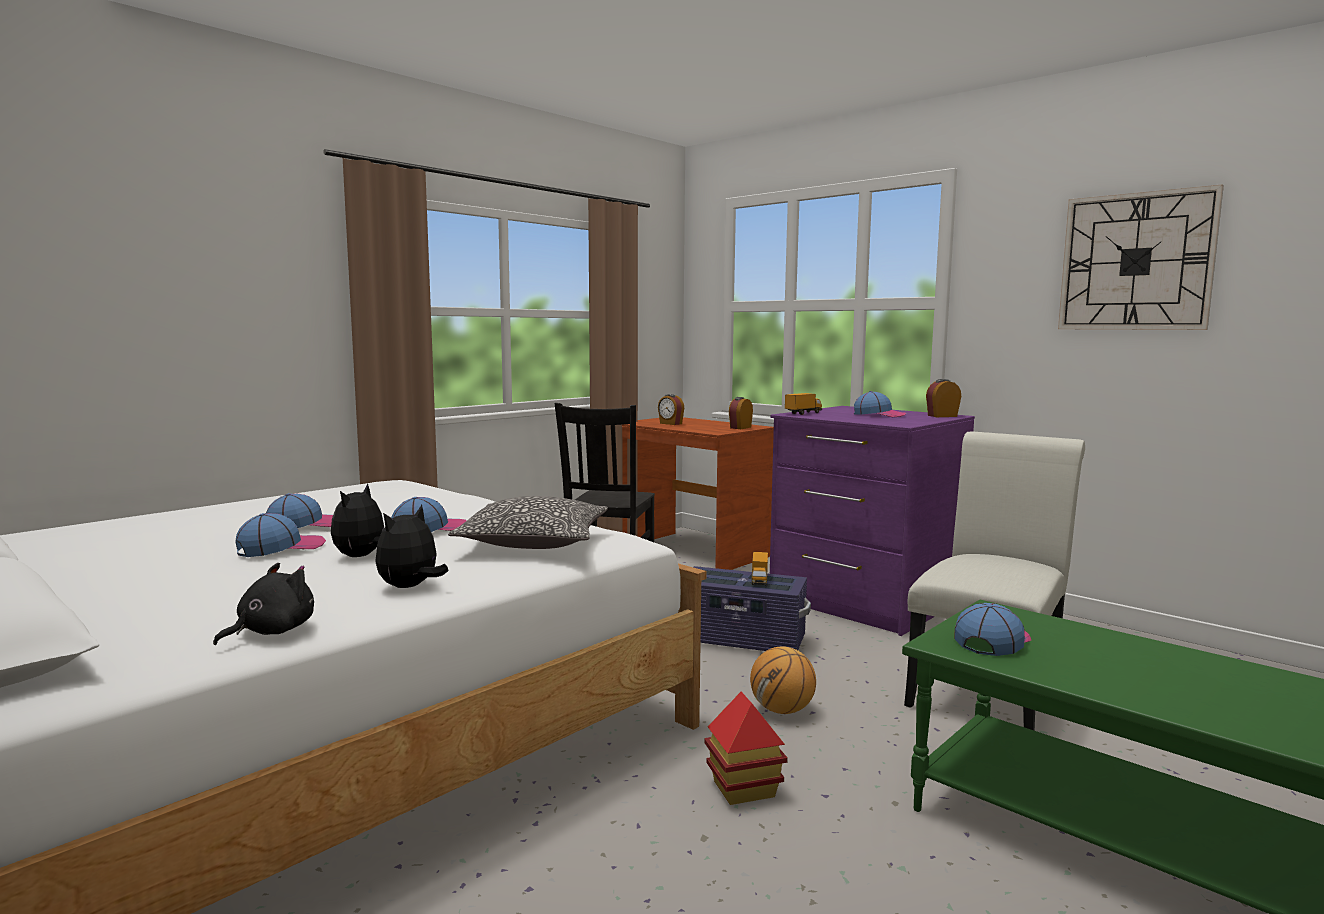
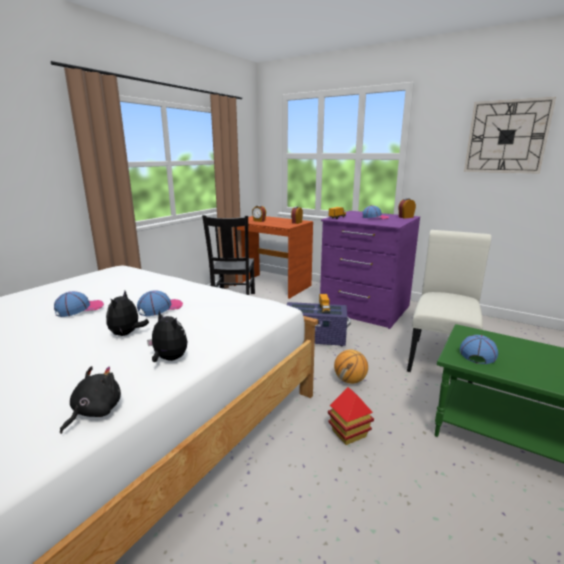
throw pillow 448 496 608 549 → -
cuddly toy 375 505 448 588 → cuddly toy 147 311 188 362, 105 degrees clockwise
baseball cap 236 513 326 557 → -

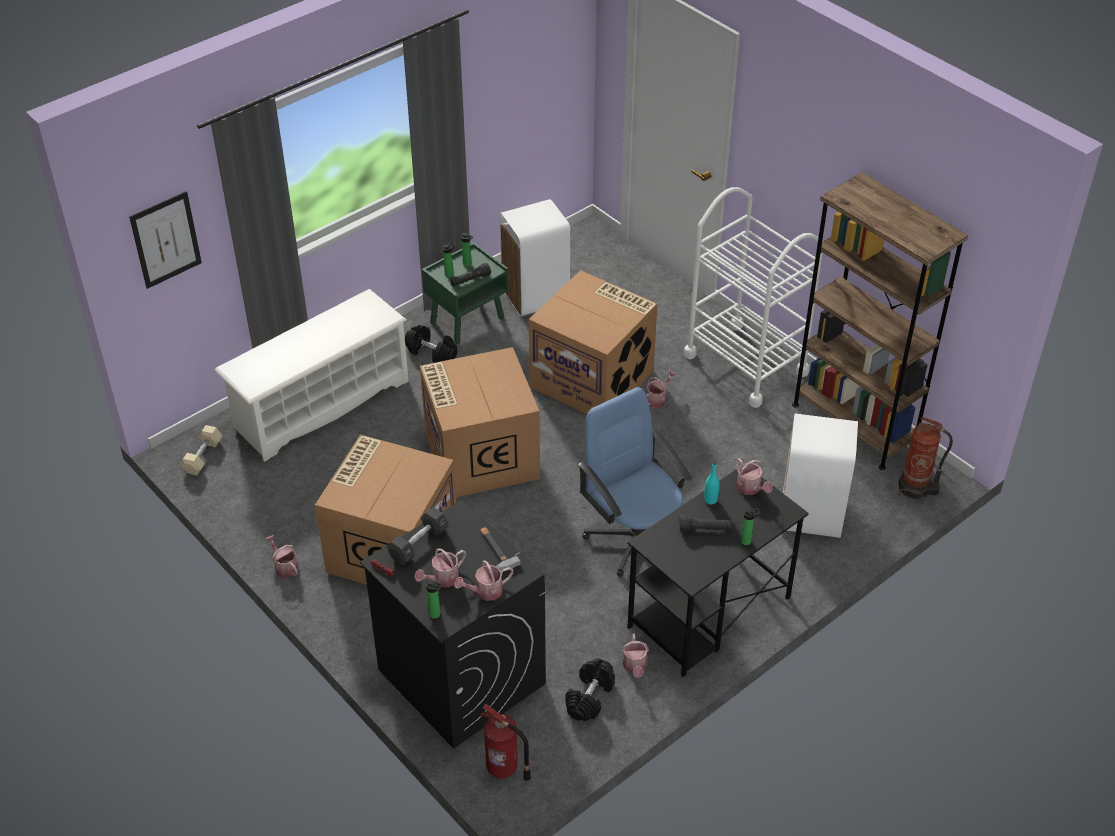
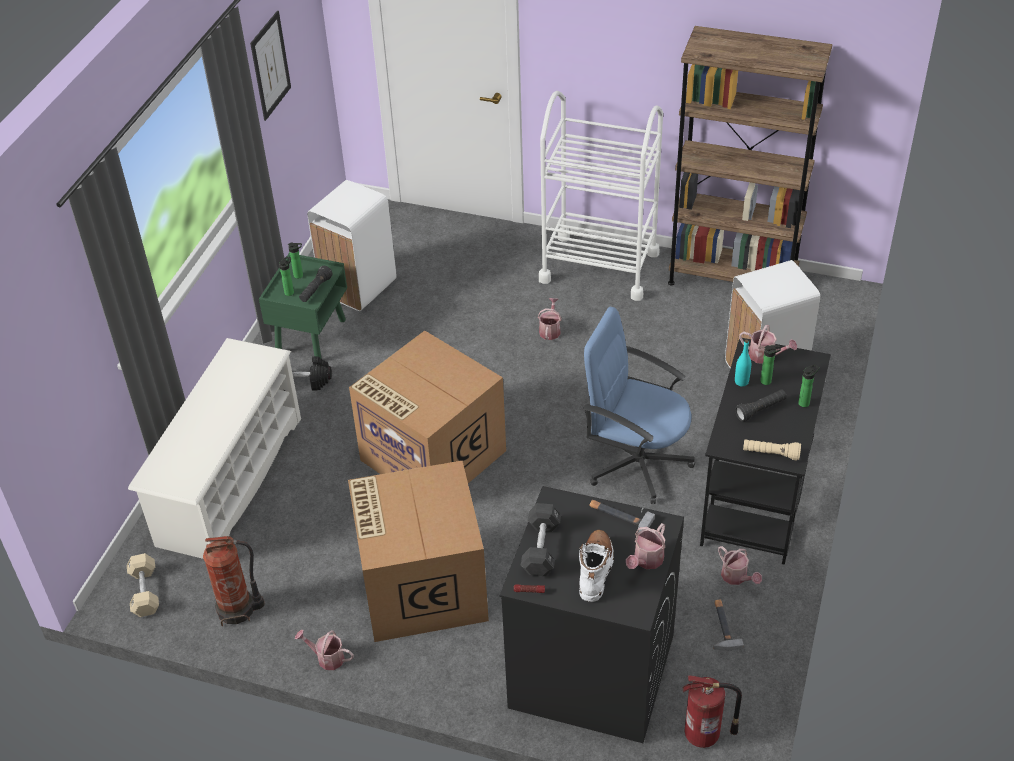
wall picture 129 191 202 289 → wall picture 250 11 291 121, moved
packing box 529 270 658 414 → -
fire extinguisher 899 417 953 500 → fire extinguisher 203 536 265 626, moved
watering can 414 549 466 588 → white tall boot 579 530 614 602
bottle 426 579 442 619 → bottle 760 345 781 385, moved
black-coloured hand weight 565 658 615 721 → tool hammer 713 600 744 651
- → beige flashlight 743 439 801 461

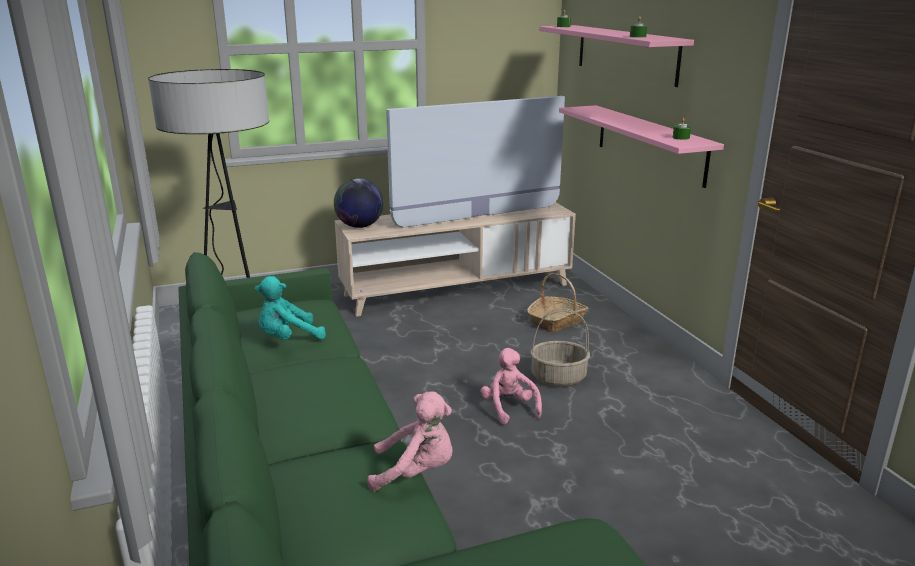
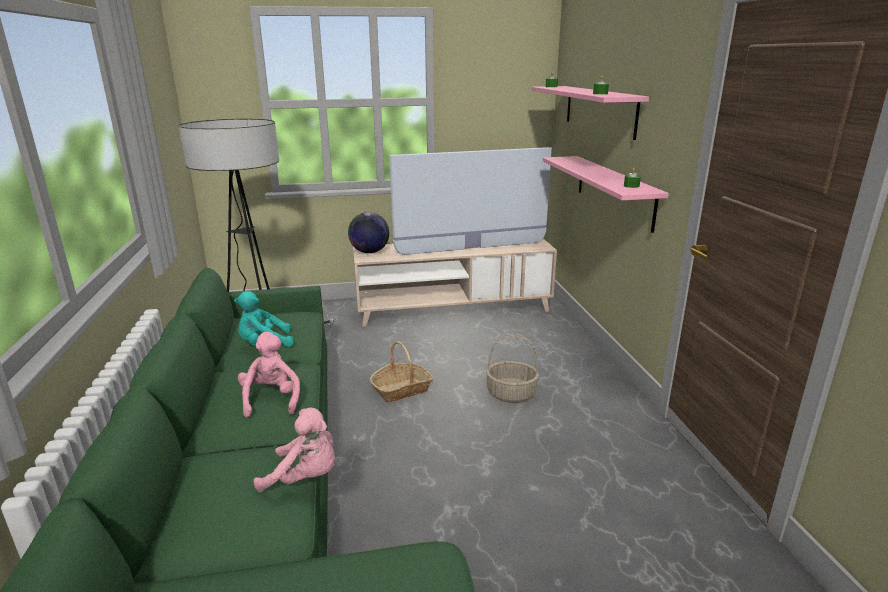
household basket 527 273 589 332 → household basket 370 341 433 402, moved
pink-coloured cuddly toy 480 348 542 424 → pink-coloured cuddly toy 238 332 300 417, moved

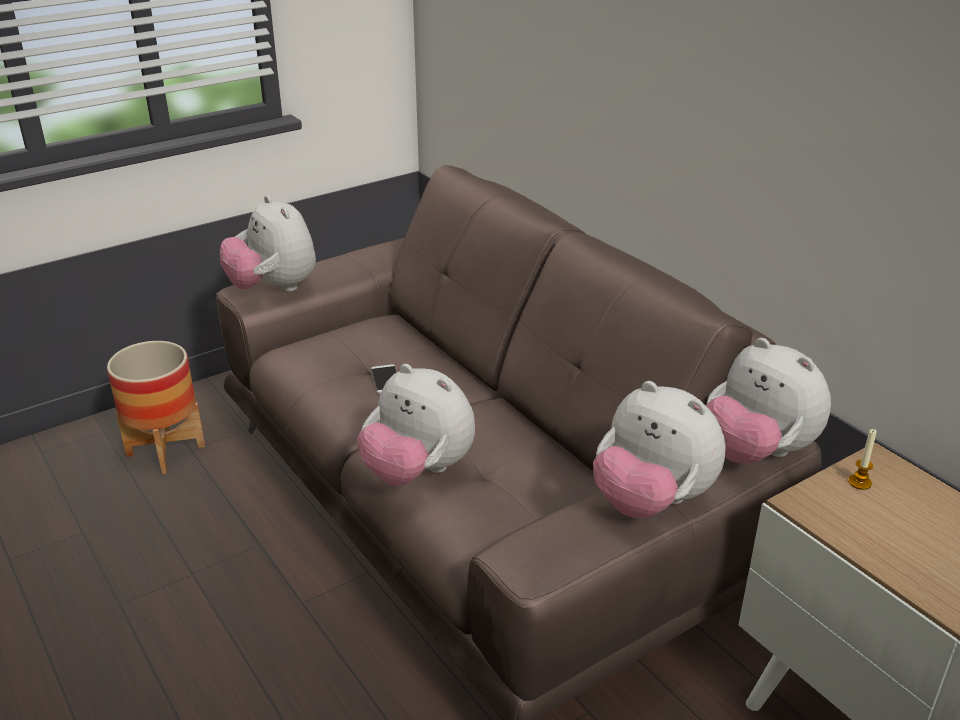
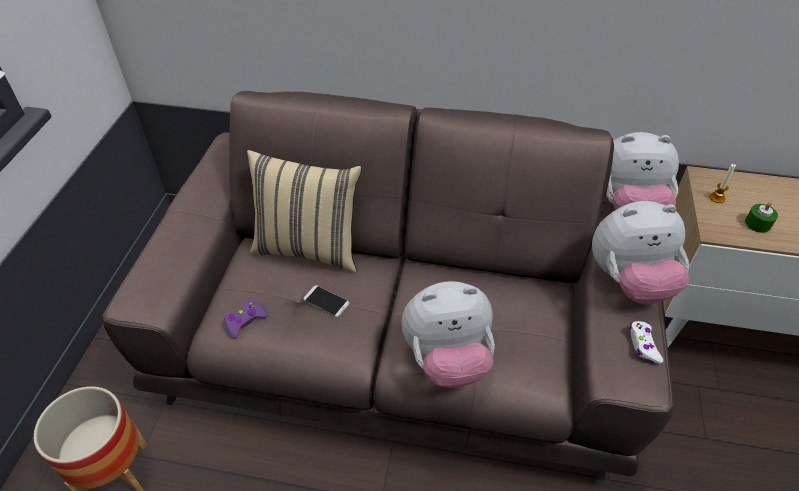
cuddly toy 220 195 316 292 → -
- → beige throw pillow 247 150 361 273
- → greenish wax candle 745 202 778 233
- → purple-coloured game controller 224 300 268 338
- → white game controller 630 321 663 364

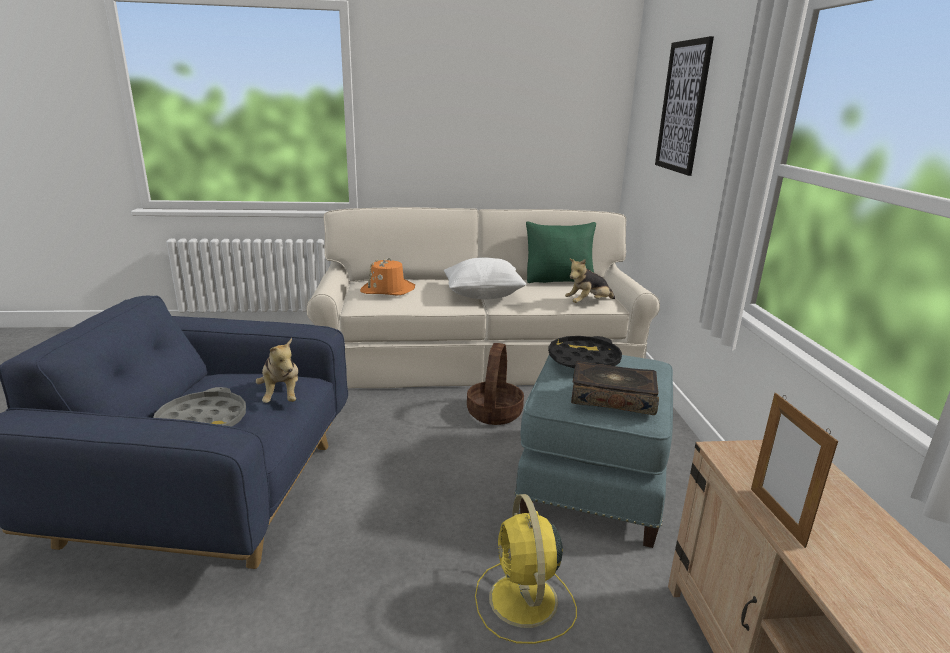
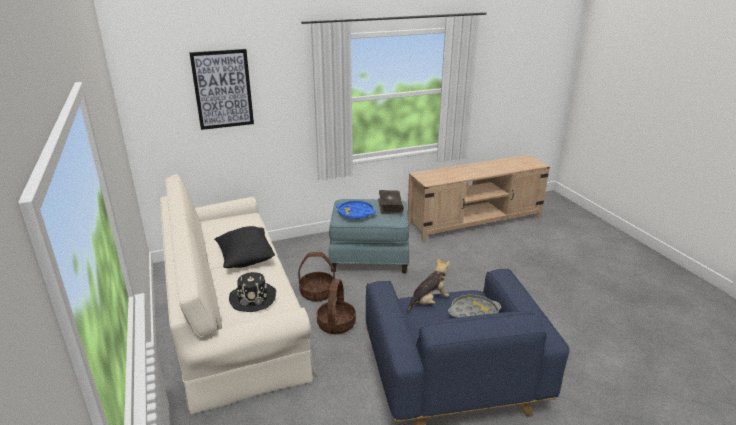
greenish throw pillow 526 222 596 283 → -
orangey hat 360 257 415 296 → black-coloured hat 229 272 276 312
white throw pillow 444 257 526 299 → black-coloured throw pillow 214 226 275 268
cuddly toy 565 259 615 303 → -
black-coloured serving tray 548 336 622 368 → blue serving tray 336 201 376 220
picture frame 751 393 838 548 → -
yellowish electric fan 475 494 577 644 → -
- → household basket 317 279 356 334

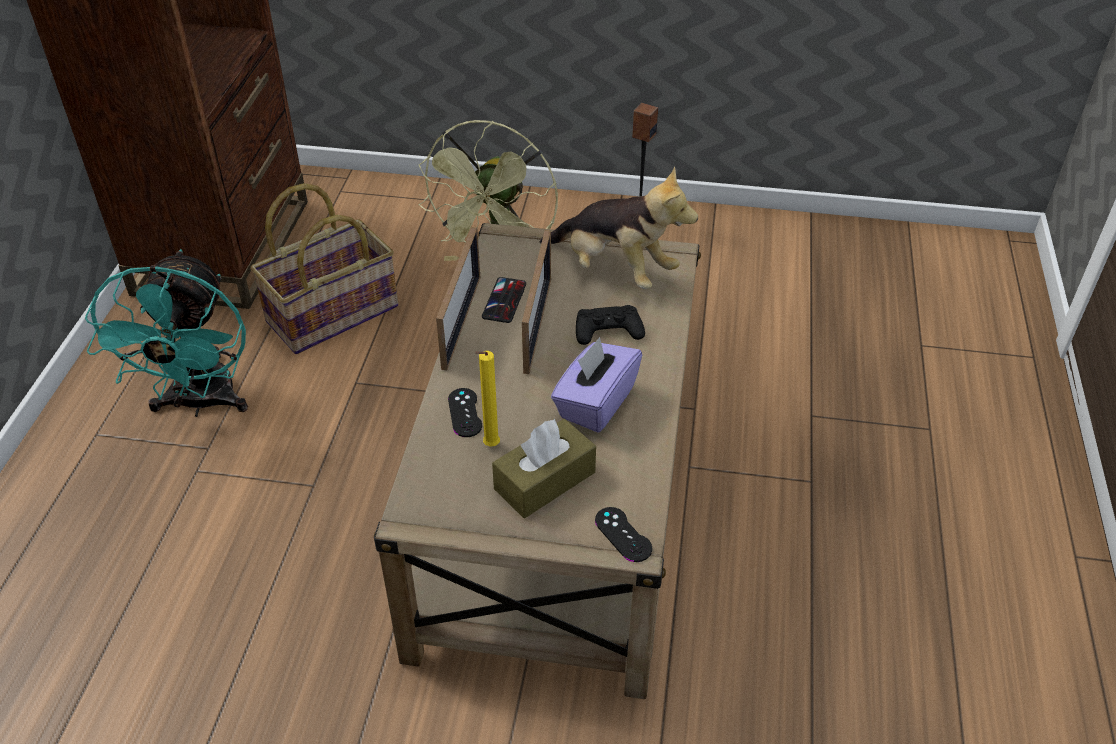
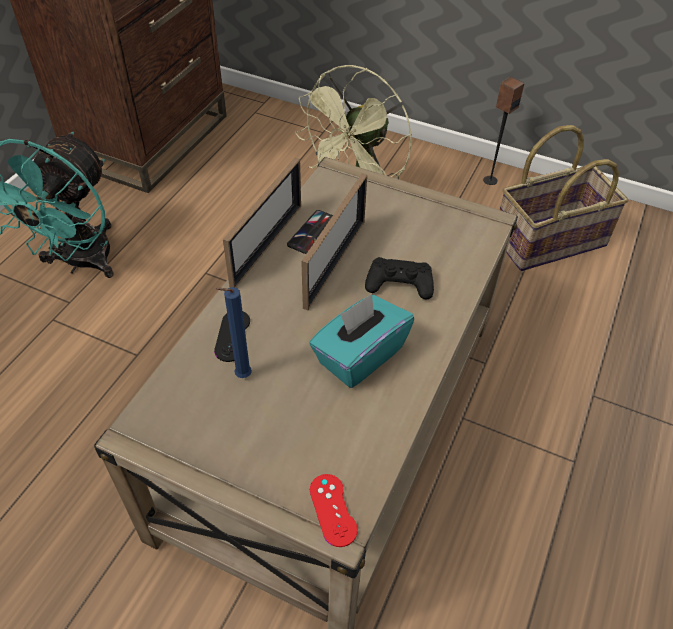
cuddly toy 540 166 698 289 → -
household basket 250 183 398 354 → household basket 499 125 628 271, moved
purple-coloured tissue holder 551 337 642 433 → turquoise tissue holder 309 293 414 388
yellowish wax candle 475 351 500 446 → blue wax candle 216 287 252 378
brown tissue holder 492 418 596 518 → -
black-coloured game controller 595 507 652 562 → reddish game controller 310 474 358 547

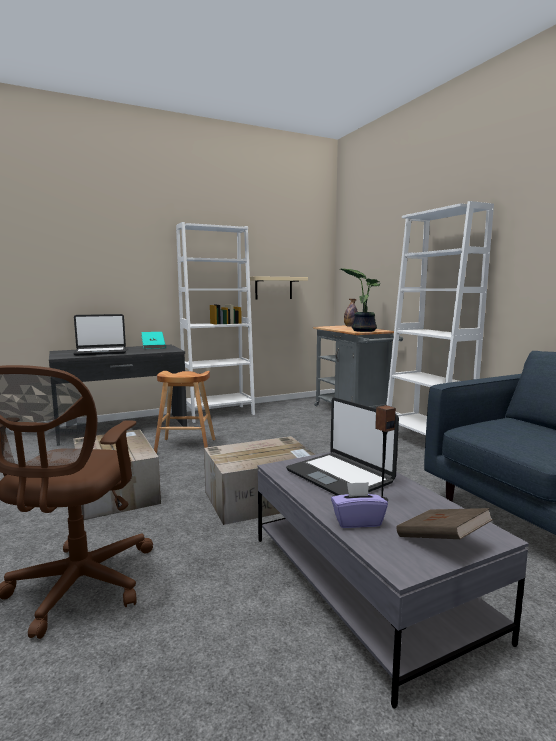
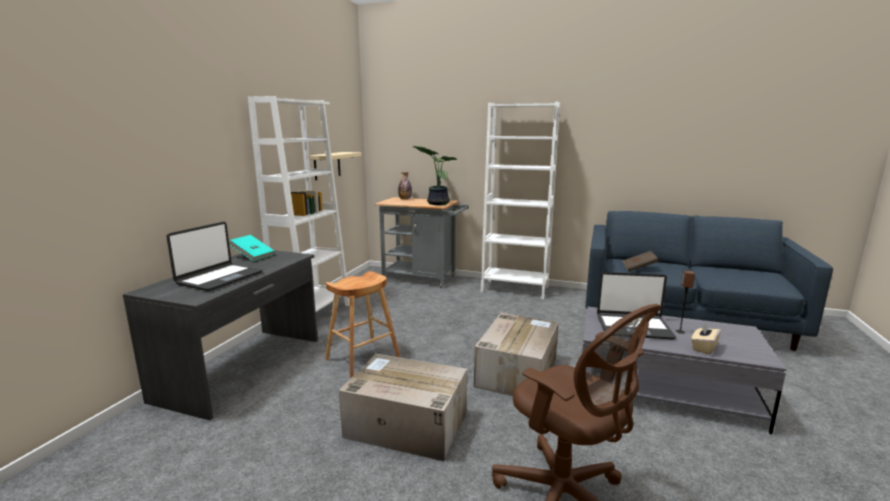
purple-coloured tissue holder 331 482 388 528 → beige tissue holder 691 322 721 355
brown book 397 508 493 539 → brown book 622 251 659 272, moved

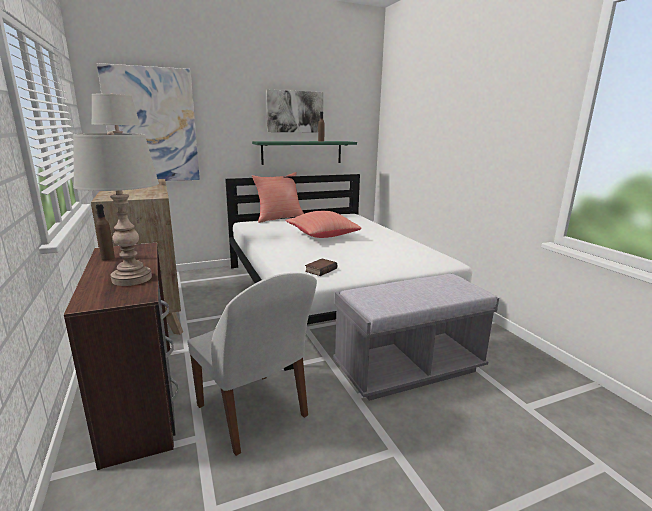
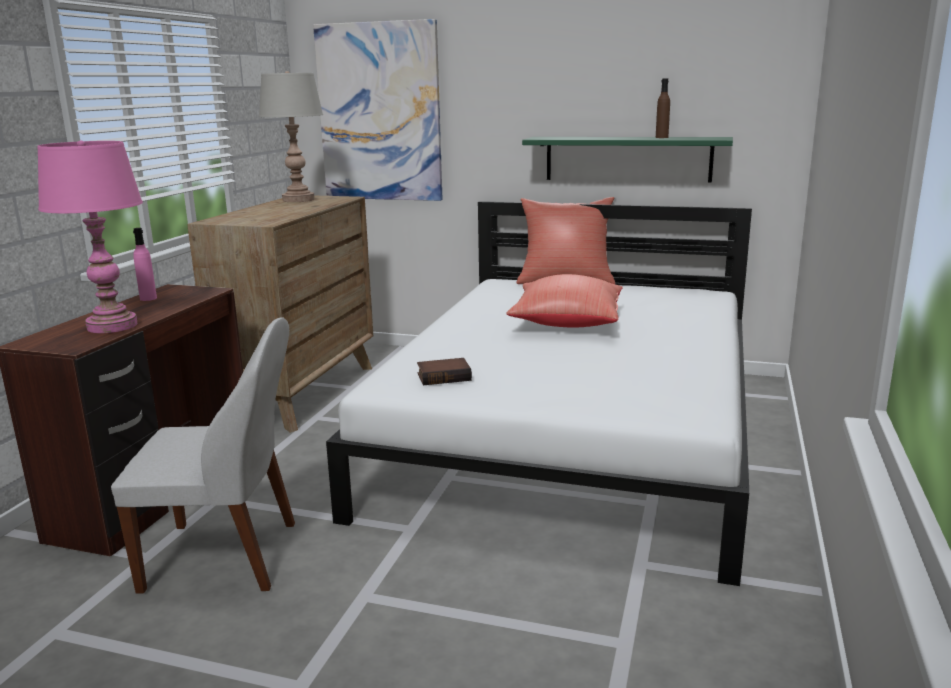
wall picture 266 90 324 132 → -
greyish table lamp 73 131 159 286 → pink-coloured table lamp 37 141 143 333
brown bottle 96 204 115 260 → pink-coloured bottle 133 228 157 301
white plain chair 187 273 317 456 → white plain chair 111 317 295 594, 90 degrees counterclockwise
greyish long seat 333 274 499 401 → -

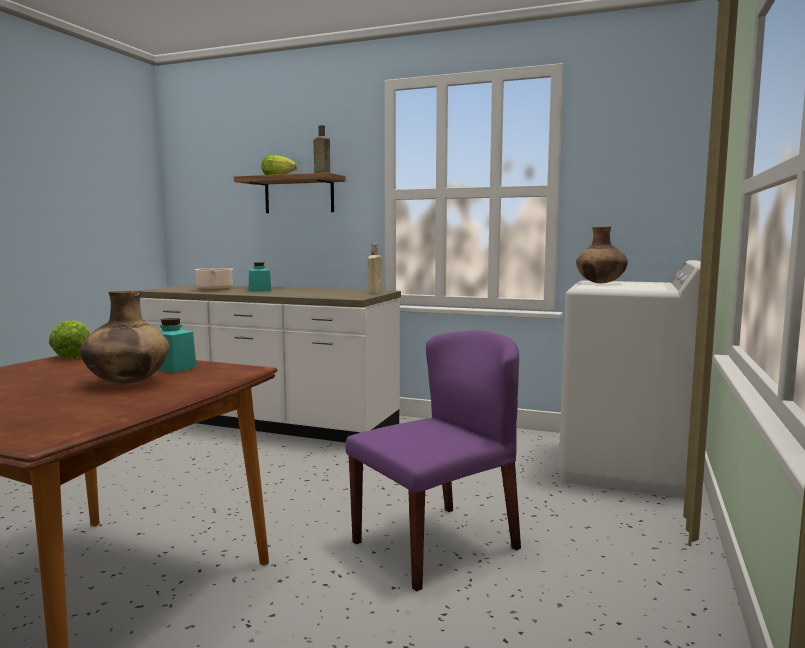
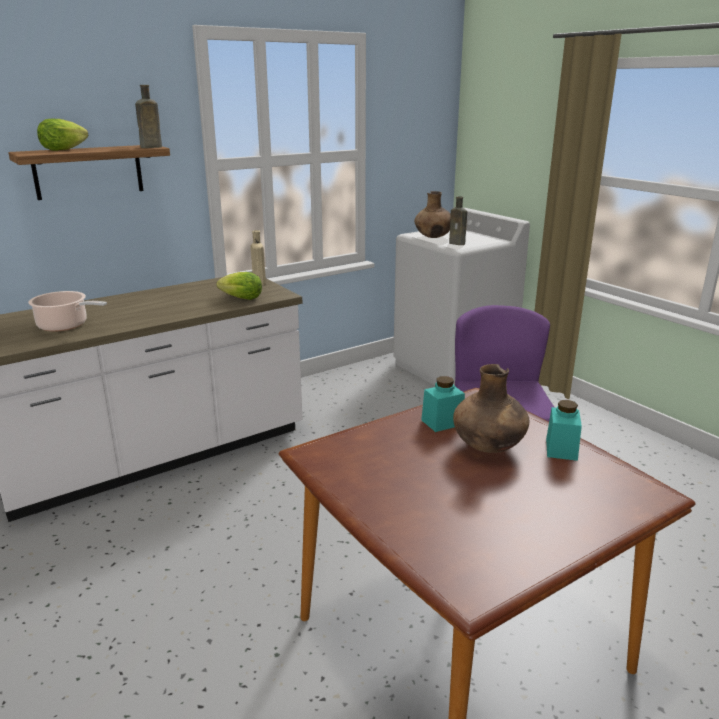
turquoise storage jar 249 262 271 292 → turquoise storage jar 546 400 582 461, moved
lettuce head 49 320 90 359 → lettuce head 217 272 262 300, moved
- → brown bottle 449 196 467 245

